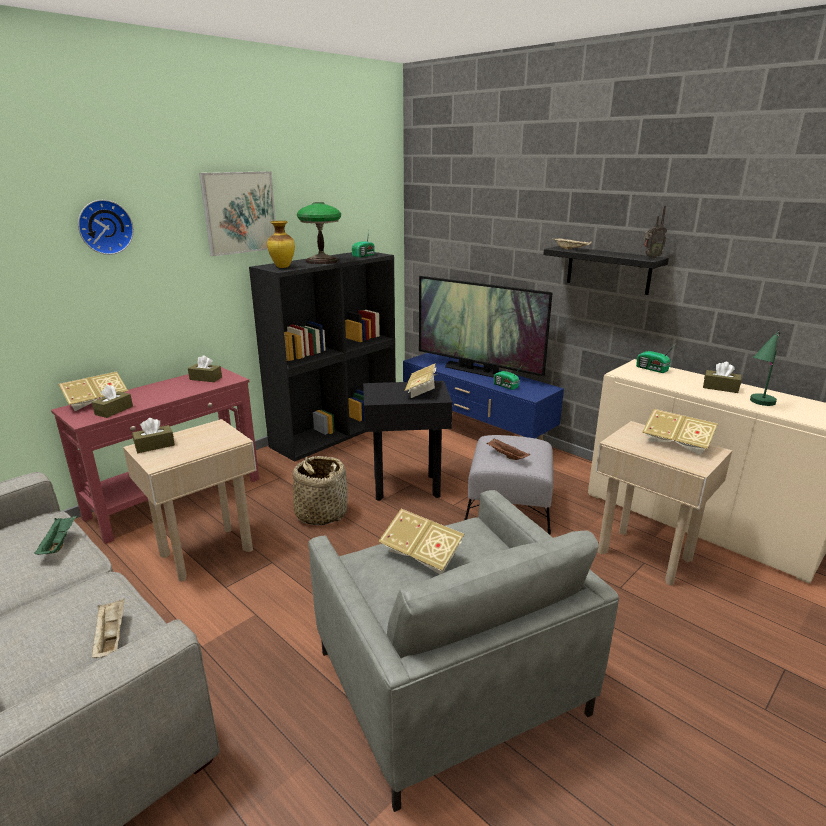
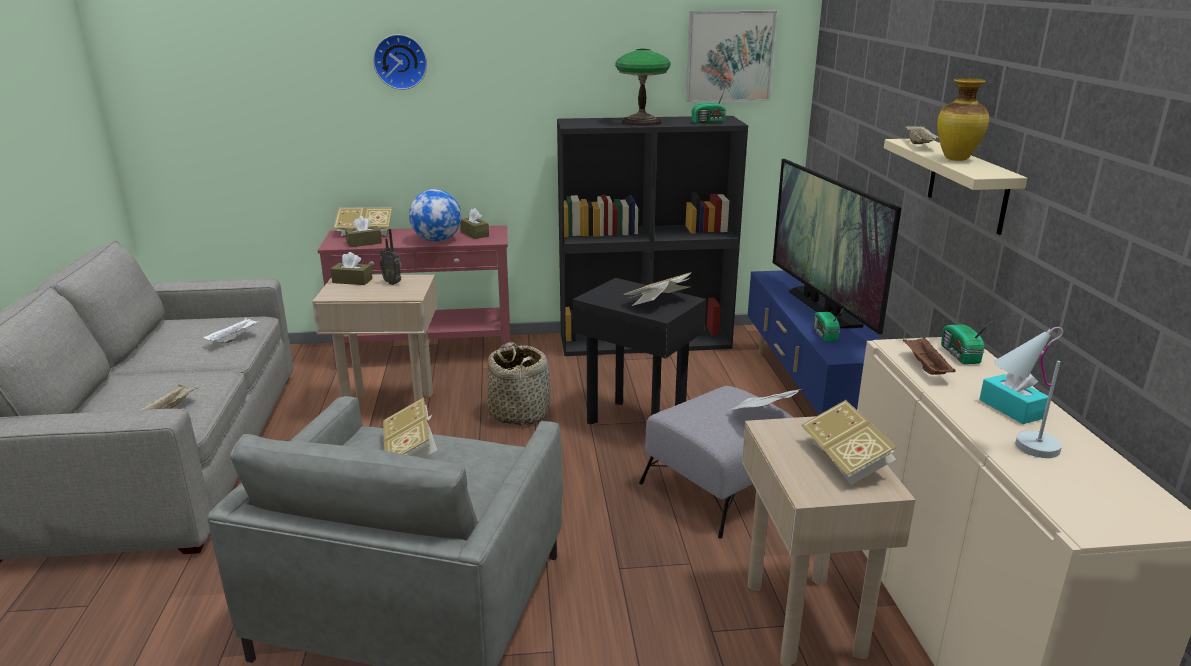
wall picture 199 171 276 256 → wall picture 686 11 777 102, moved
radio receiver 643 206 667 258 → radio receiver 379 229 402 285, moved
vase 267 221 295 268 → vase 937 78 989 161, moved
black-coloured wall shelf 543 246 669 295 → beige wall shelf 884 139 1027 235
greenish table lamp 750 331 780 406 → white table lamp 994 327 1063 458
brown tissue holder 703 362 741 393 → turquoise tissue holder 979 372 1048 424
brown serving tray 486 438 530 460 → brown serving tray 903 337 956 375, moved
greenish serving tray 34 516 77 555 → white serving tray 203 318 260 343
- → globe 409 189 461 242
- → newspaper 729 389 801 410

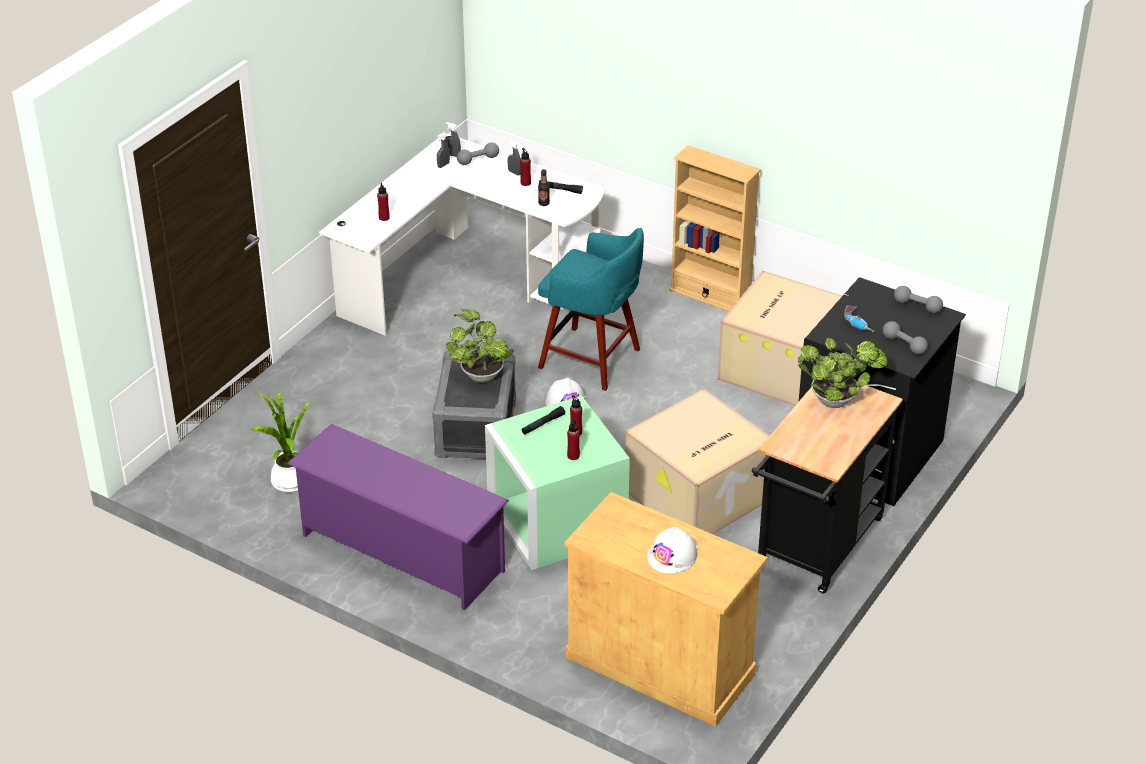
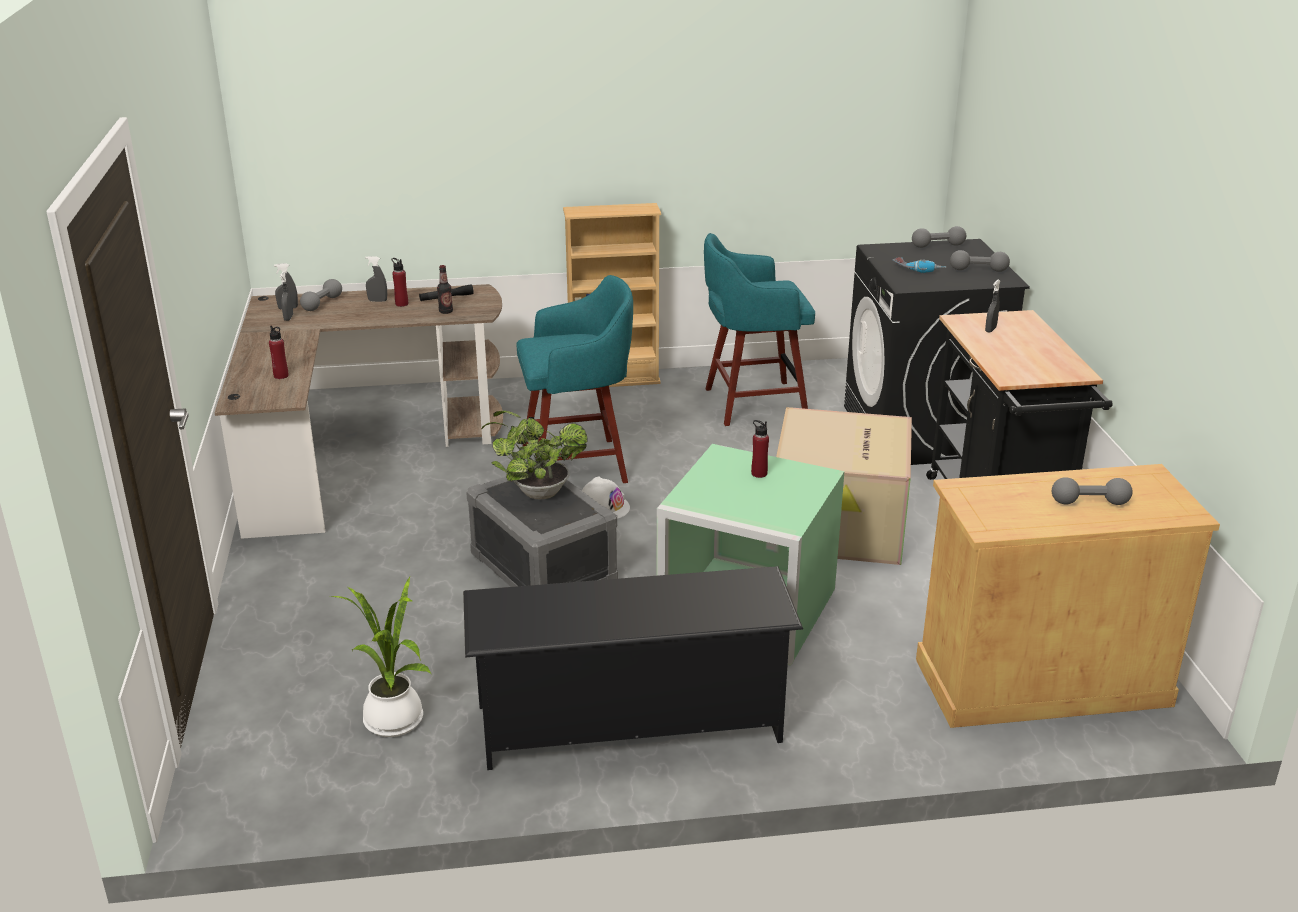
white desk 319 133 605 335 → brown desk 215 284 503 539
packing box 717 271 842 406 → turquoise stool 704 233 815 426
potted plant 798 338 888 408 → greyish spray bottle 985 280 1001 333
black-coloured flashlight 522 406 565 435 → -
reddish bottle 567 419 580 460 → -
purple-coloured shoe stand 287 424 509 610 → black-coloured shoe stand 463 566 803 770
white hard hat 647 527 698 573 → greyish hand weight 1052 477 1133 505

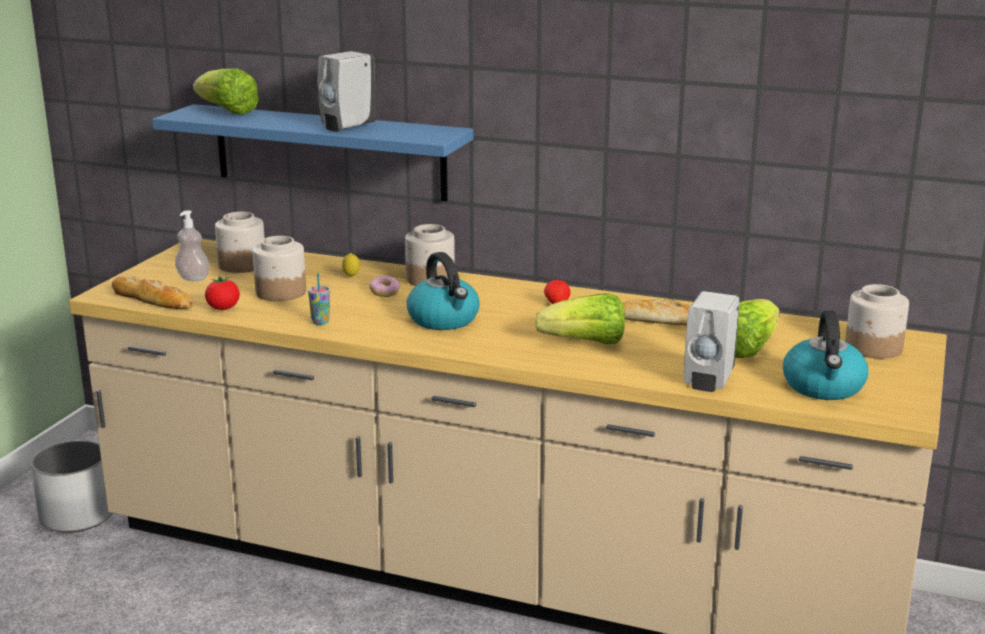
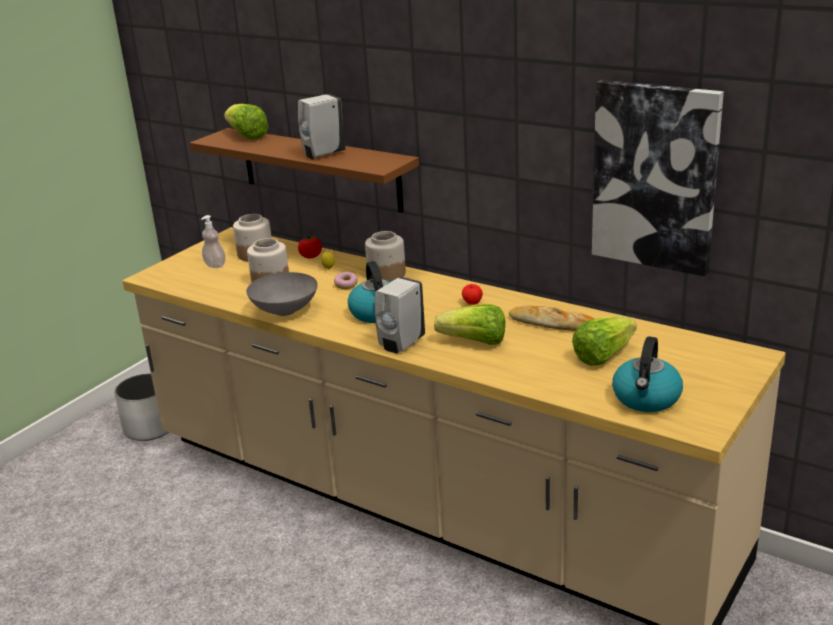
blue wall shelf 152 104 473 201 → brown wall shelf 190 128 419 213
cup 308 273 330 325 → greyish serving bowl 246 272 318 316
bread 112 276 194 309 → -
fresh tomato 205 276 240 310 → fresh tomato 298 234 322 258, moved
storage jar 845 284 909 359 → -
white liquid soap bottle 684 290 740 392 → white liquid soap bottle 375 277 425 353, moved
- → wall picture 592 80 724 276

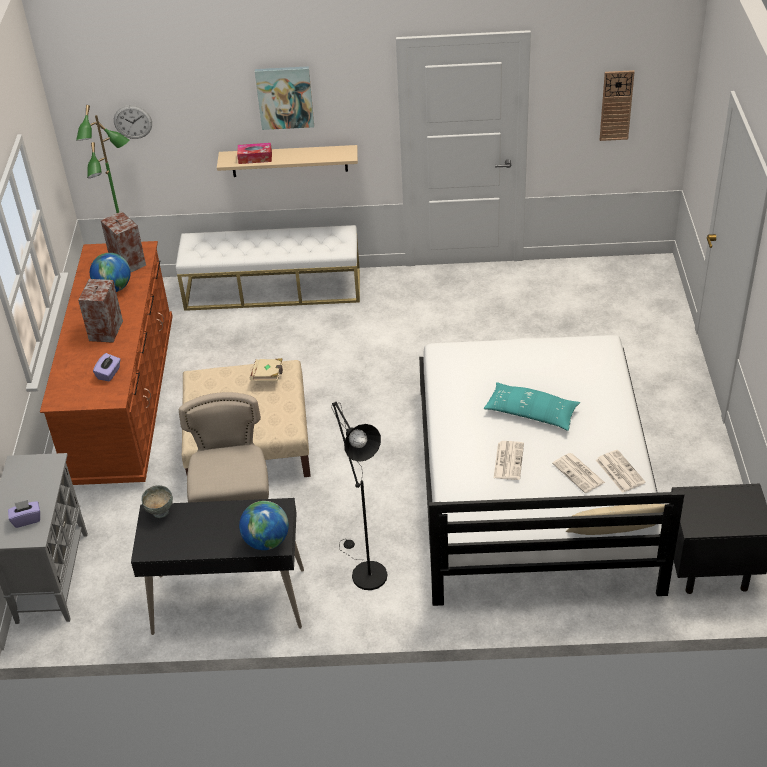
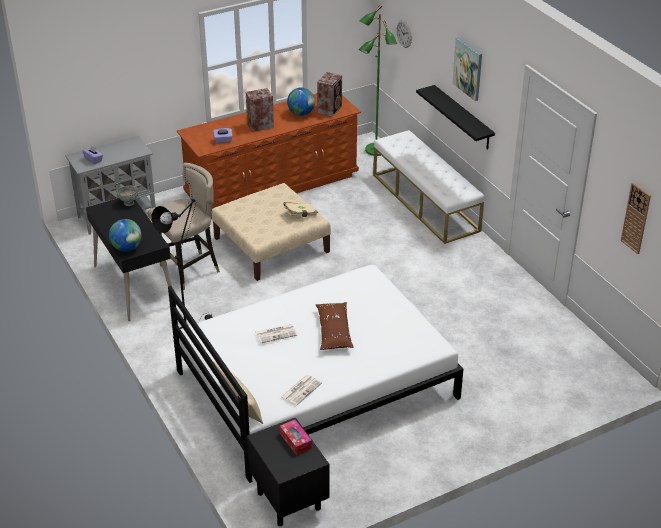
tissue holder 237 143 272 164 → tissue holder 280 420 312 455, moved
beige wall shelf 217 145 358 177 → black-coloured wall shelf 416 85 495 150
turquoise throw pillow 484 382 580 431 → brown throw pillow 316 302 354 350
newspaper 552 453 605 493 → -

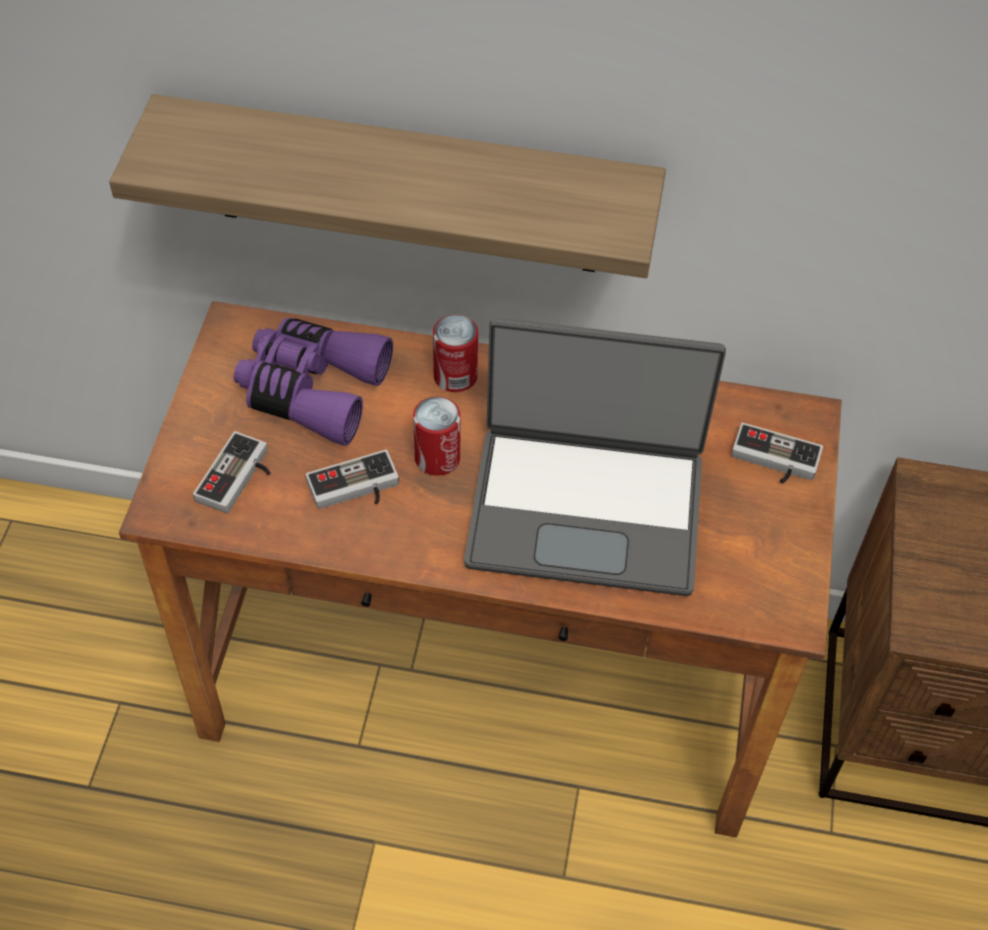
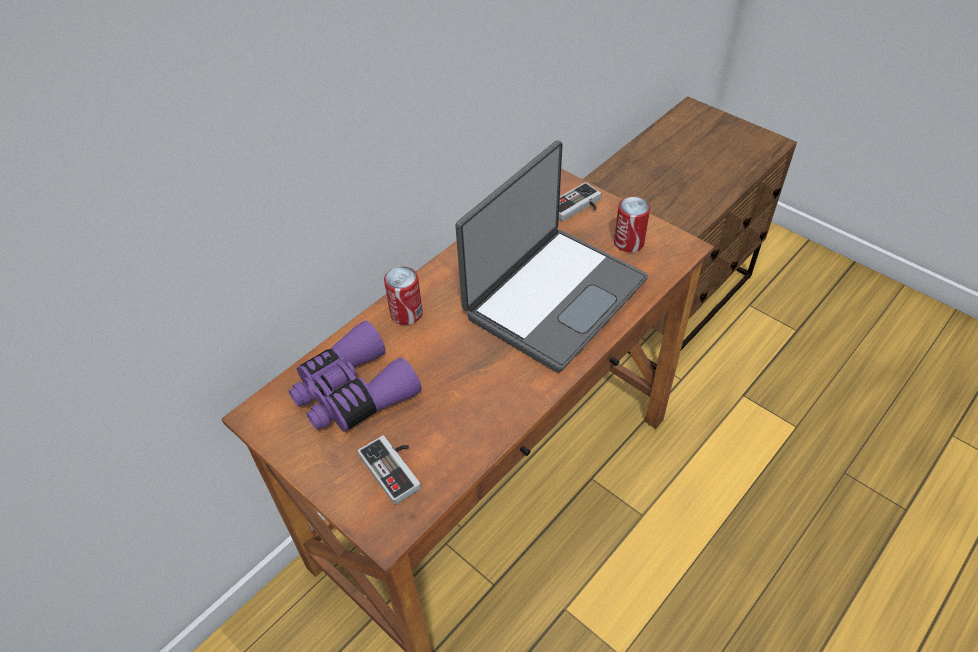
wall shelf 109 94 666 278 → -
metal can 413 396 461 476 → metal can 614 197 650 252, moved
game controller 305 450 399 509 → -

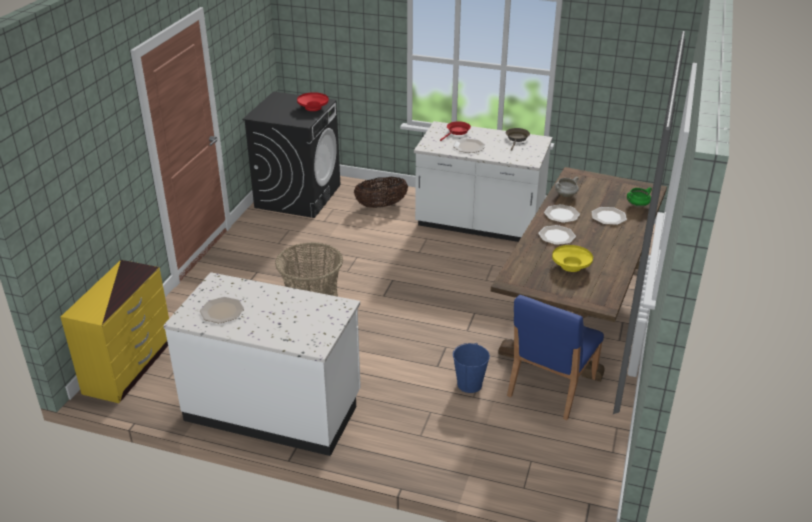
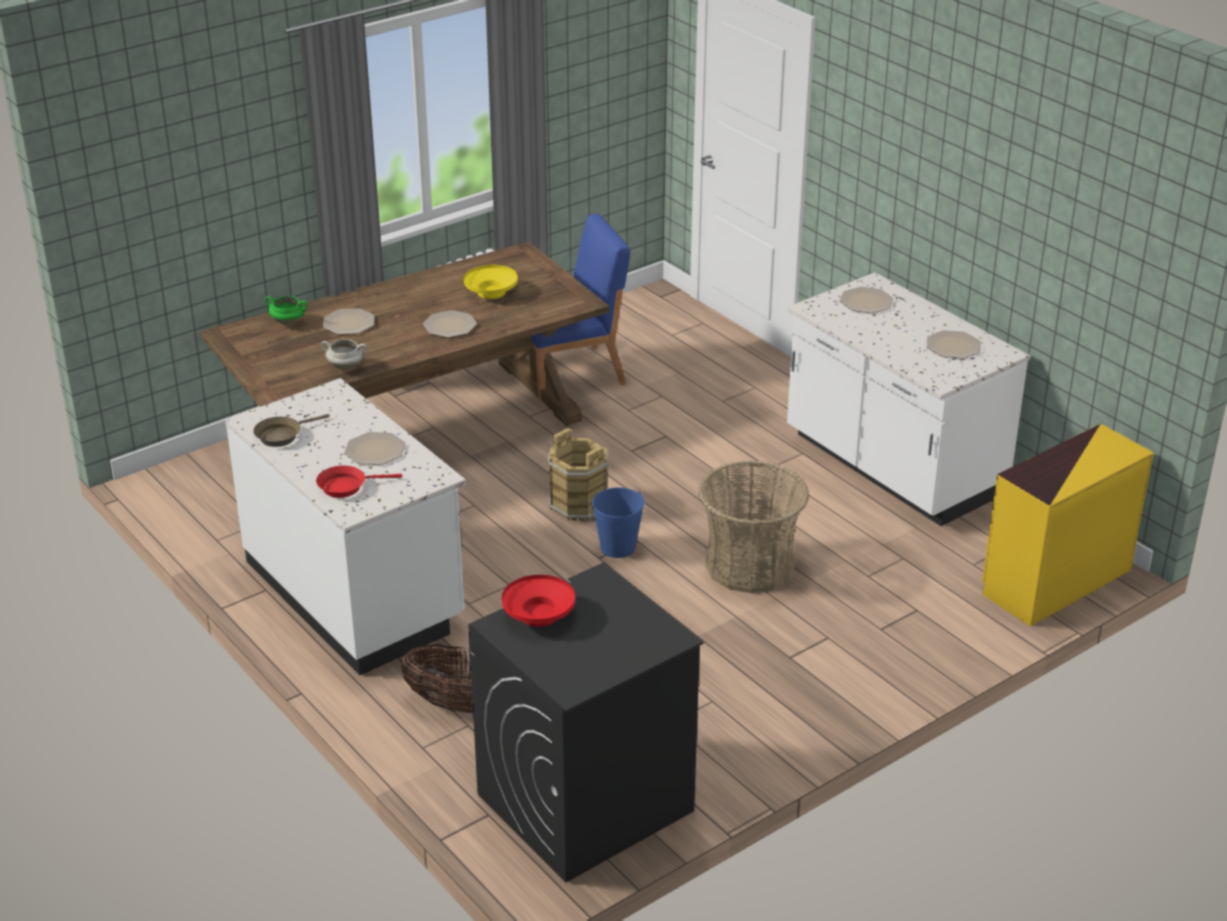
plate 544 204 580 223 → plate 840 287 893 313, moved
blue water bucket 453 343 490 393 → blue water bucket 592 487 645 558, moved
- → brown water bucket 548 428 608 521

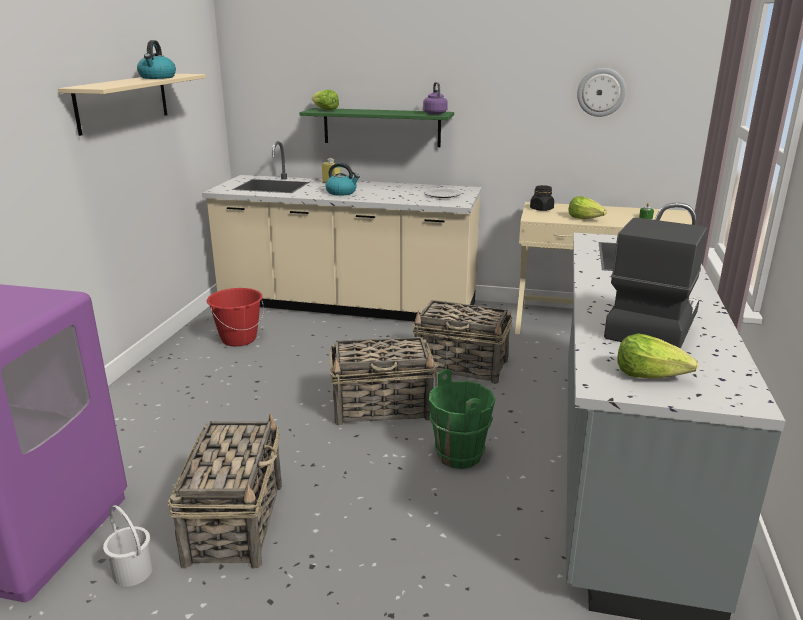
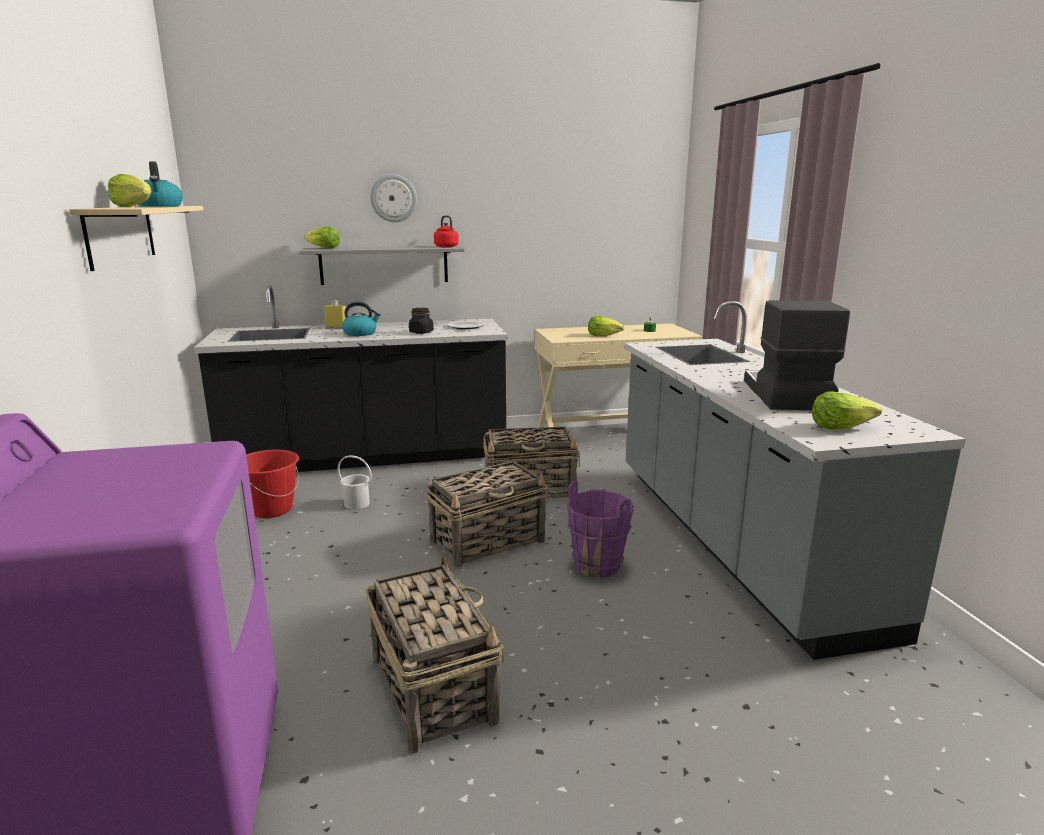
hanging clock 577 68 626 117 → hanging clock 370 174 417 222, moved
purple-coloured kettle 423 82 448 115 → reddish kettle 434 215 459 248
greenish wall shelf 299 108 454 147 → greyish wall shelf 300 246 465 285
beige counter 202 141 482 321 → black-coloured counter 194 285 508 472
black-coloured storage jar 530 185 554 211 → black-coloured storage jar 409 308 434 334, moved
greenish water bucket 429 369 495 469 → purple-coloured water bucket 567 481 634 578
white water bucket 103 505 152 587 → white water bucket 338 455 372 510, moved
- → lettuce head 108 174 151 207

